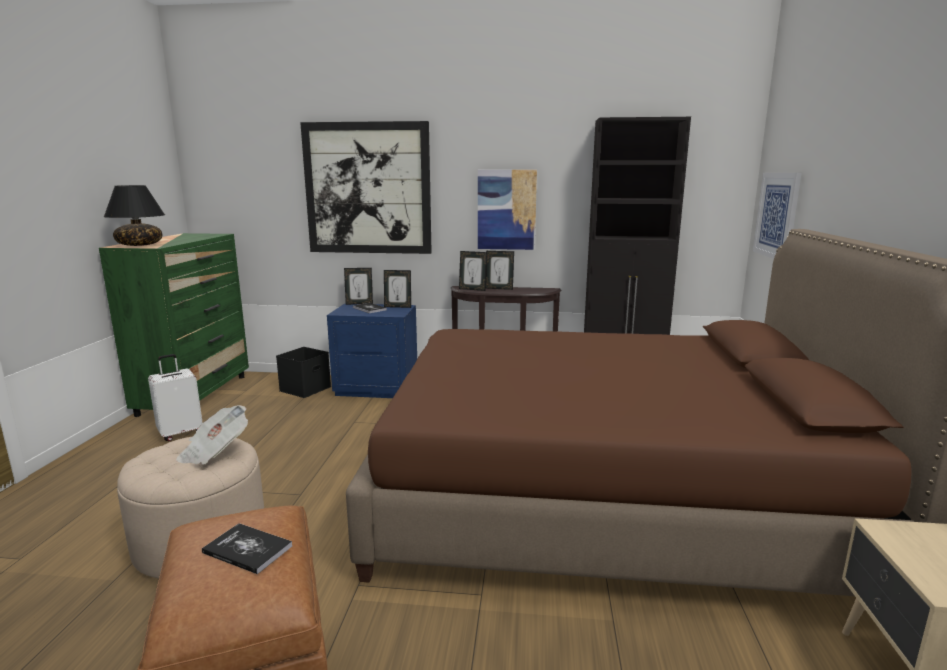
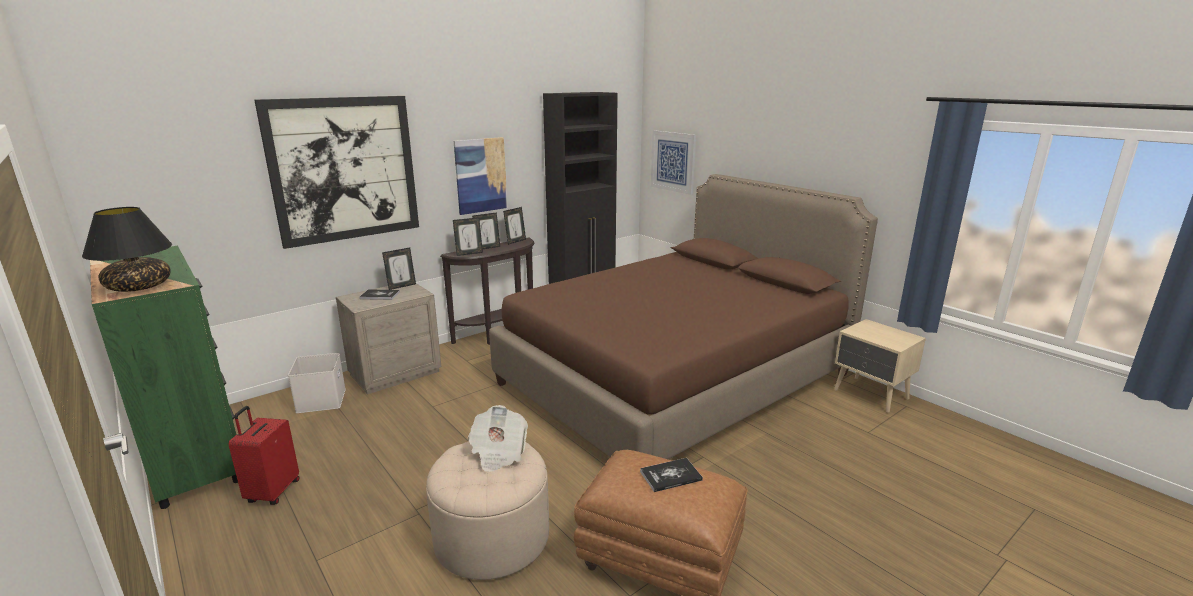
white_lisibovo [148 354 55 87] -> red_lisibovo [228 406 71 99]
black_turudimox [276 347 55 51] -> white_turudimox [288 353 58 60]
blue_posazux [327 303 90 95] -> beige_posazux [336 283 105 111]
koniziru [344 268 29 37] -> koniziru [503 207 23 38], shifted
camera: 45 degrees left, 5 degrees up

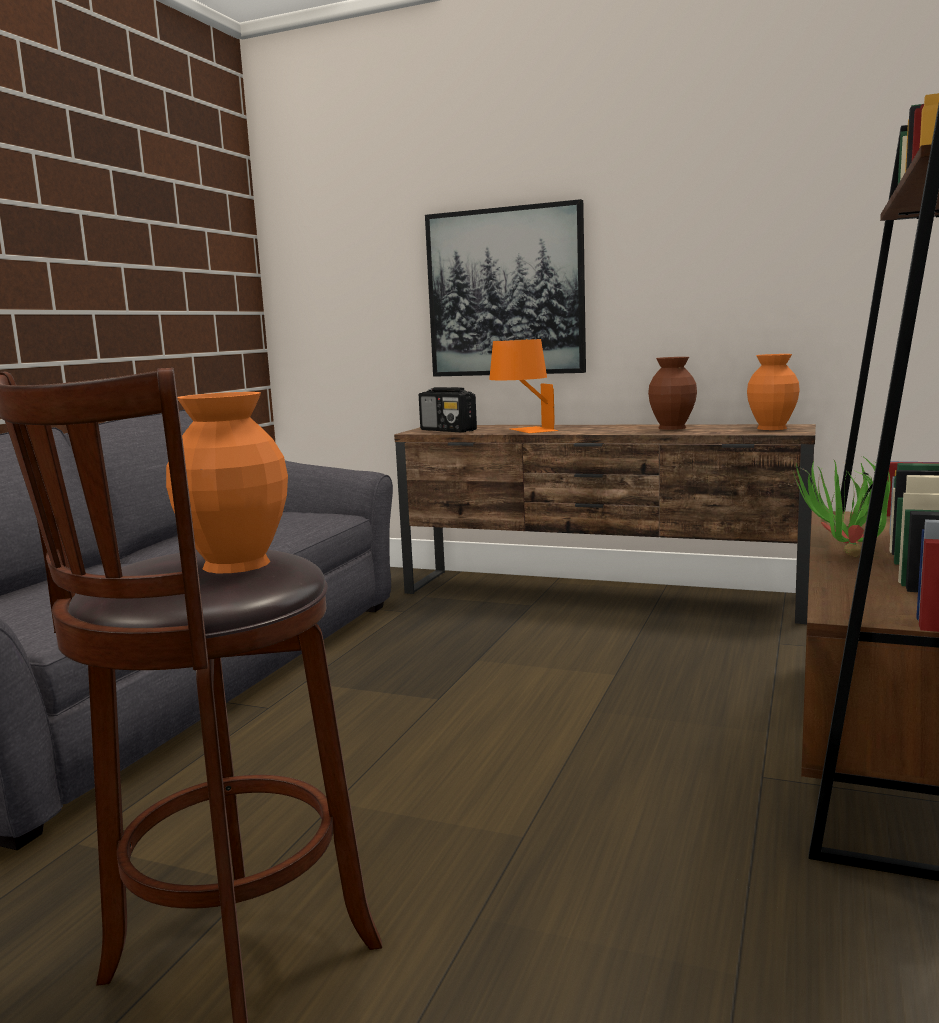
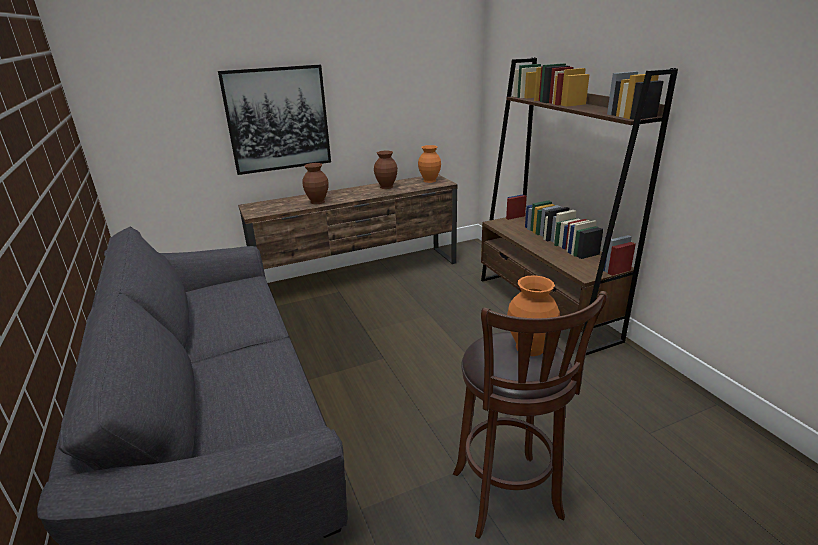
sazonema [419 387 58 46] -> none
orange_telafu [489 339 70 94] -> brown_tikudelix [303 163 26 41]
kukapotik [793 456 97 101] -> none
camera: 45 degrees left, 15 degrees up

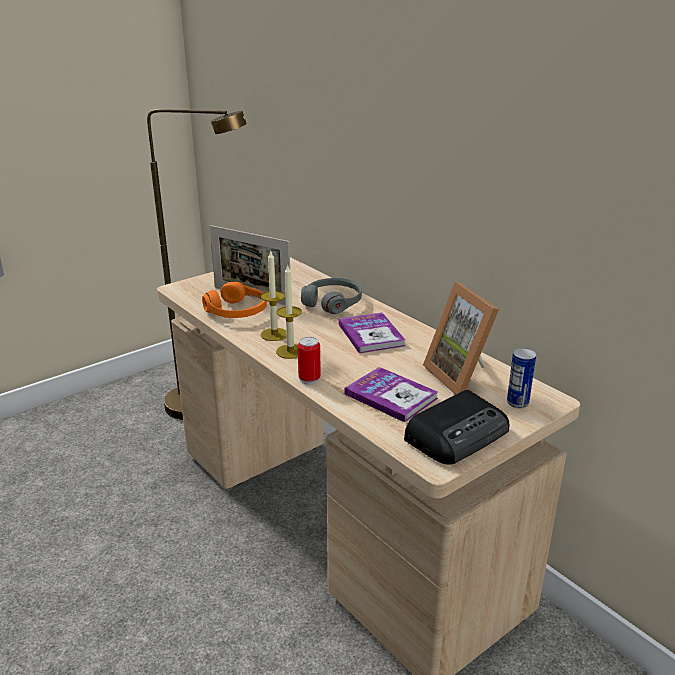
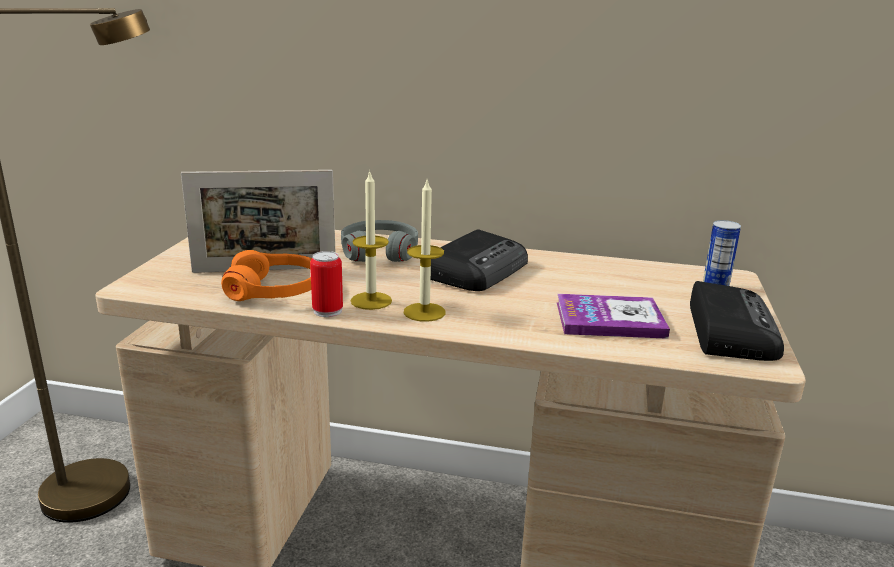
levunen [298 337 23 47] -> levunen [310 251 33 66], shifted
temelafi [338 313 67 40] -> sazonema [431 229 97 62]
koniziru [423 282 76 113] -> none
camera: 40 degrees left, 5 degrees down

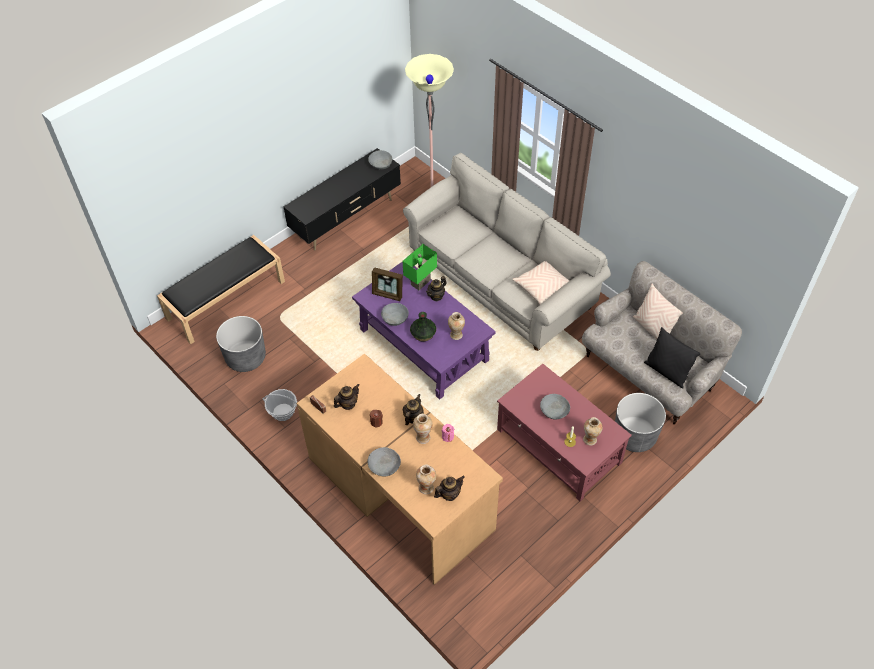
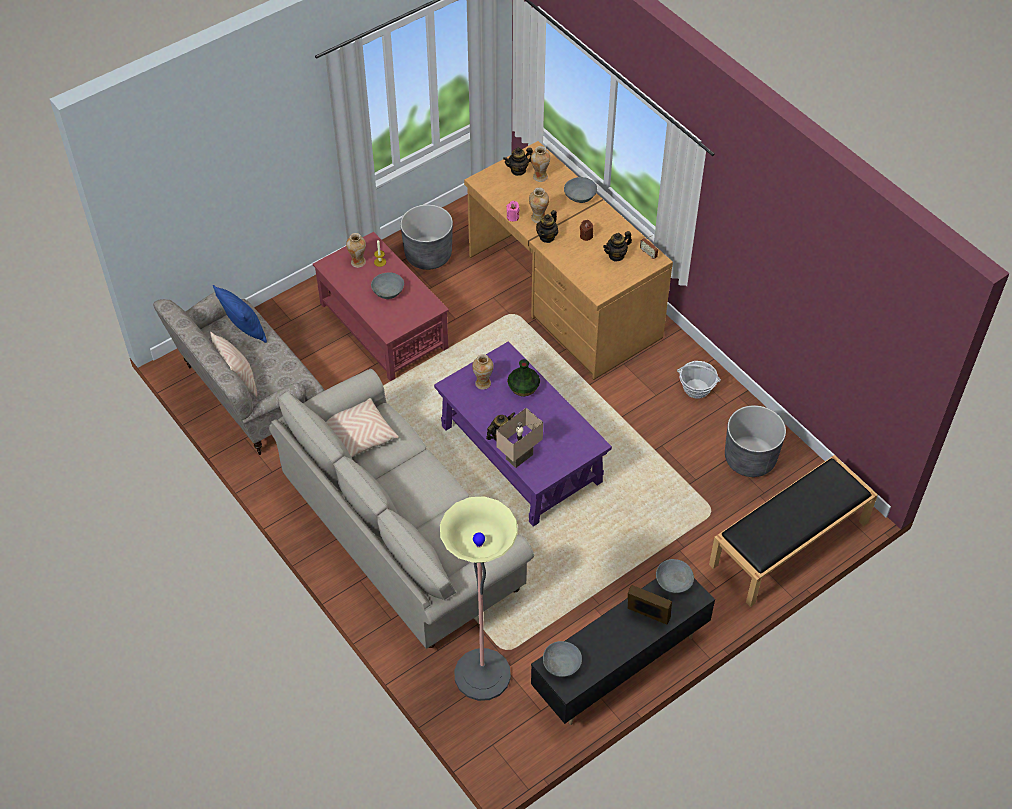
koniziru [372 267 31 34] -> koniziru [628 585 44 40], shifted
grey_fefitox [381 303 28 23] -> grey_fefitox [656 559 38 34], shifted
green_telafu [402 244 35 46] -> beige_telafu [496 408 47 60]
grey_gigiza [615 393 51 59] -> grey_gigiza [400 204 53 66], shifted
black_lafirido [644 327 57 61] -> blue_lafirido [213 285 54 58]
camera: 175 degrees left, 0 degrees up

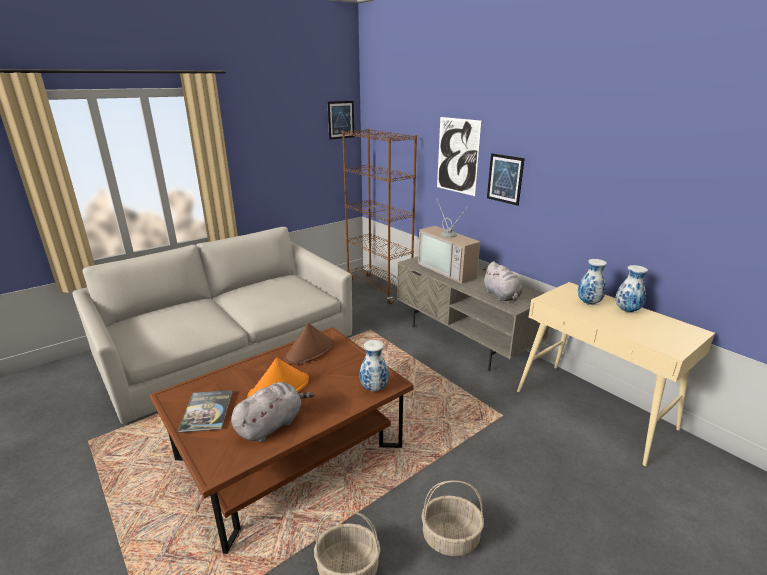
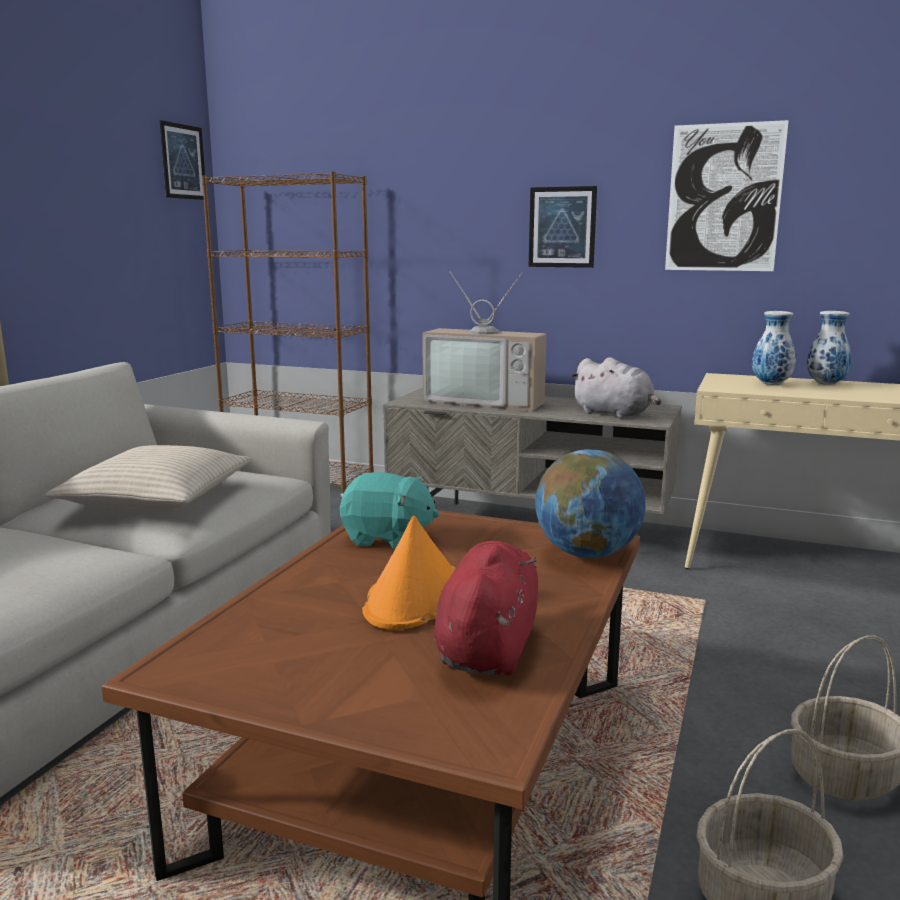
temelafi [178 390 54 43] -> none
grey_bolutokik [231 382 84 60] -> red_bolutokik [434 541 104 134]
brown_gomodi [284 323 50 42] -> turquoise_bolutokik [340 472 99 77]
tikudelix [359 340 30 52] -> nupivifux [535 449 110 109]
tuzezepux [437 117 44 79] -> tuzezepux [665 120 124 151], shifted
none -> beige_lafirido [45 445 206 65]
camera: 30 degrees left, 10 degrees down

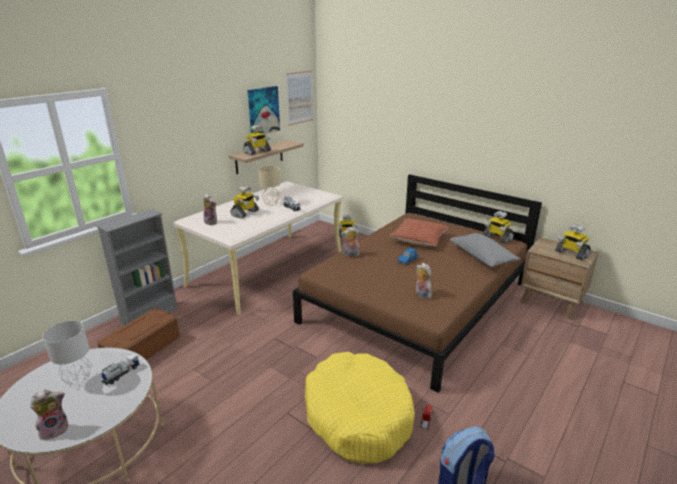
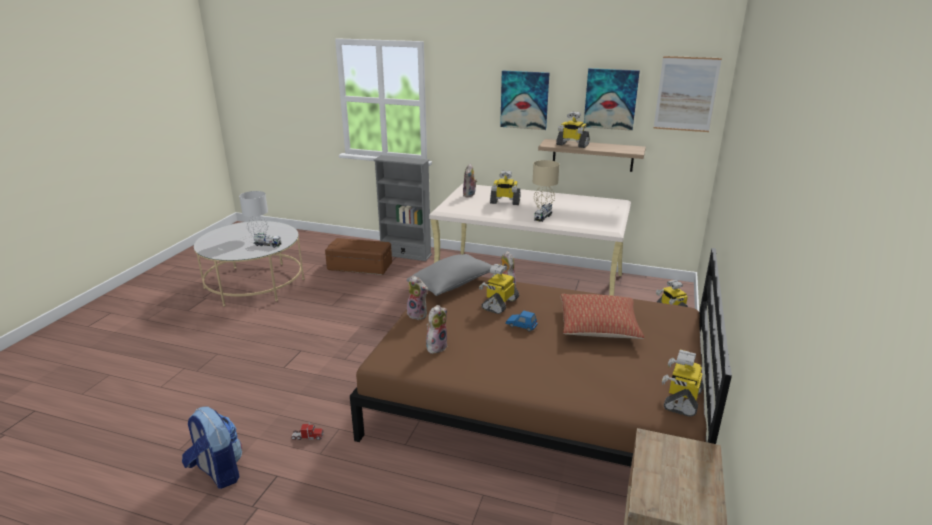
bolutokik [30 390 39 50] -> bolutokik [407 276 21 44], shifted
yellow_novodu [305 352 110 111] -> none
grey_lafirido [449 233 71 35] -> grey_lafirido [406 254 86 42], shifted
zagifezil [555 225 36 36] -> zagifezil [479 264 40 50], shifted
none -> tuzezepux [500 71 49 59]
camera: 70 degrees right, 0 degrees up

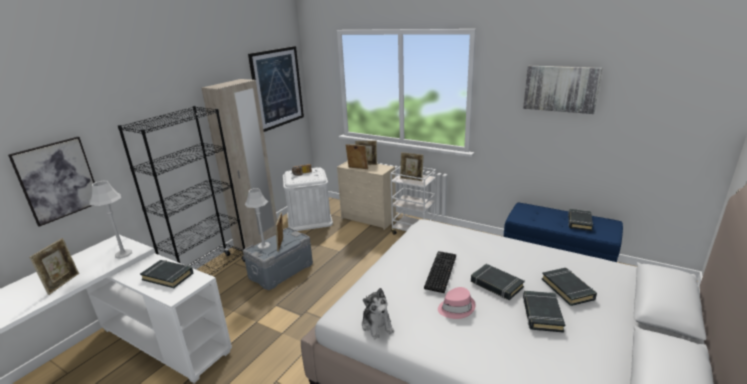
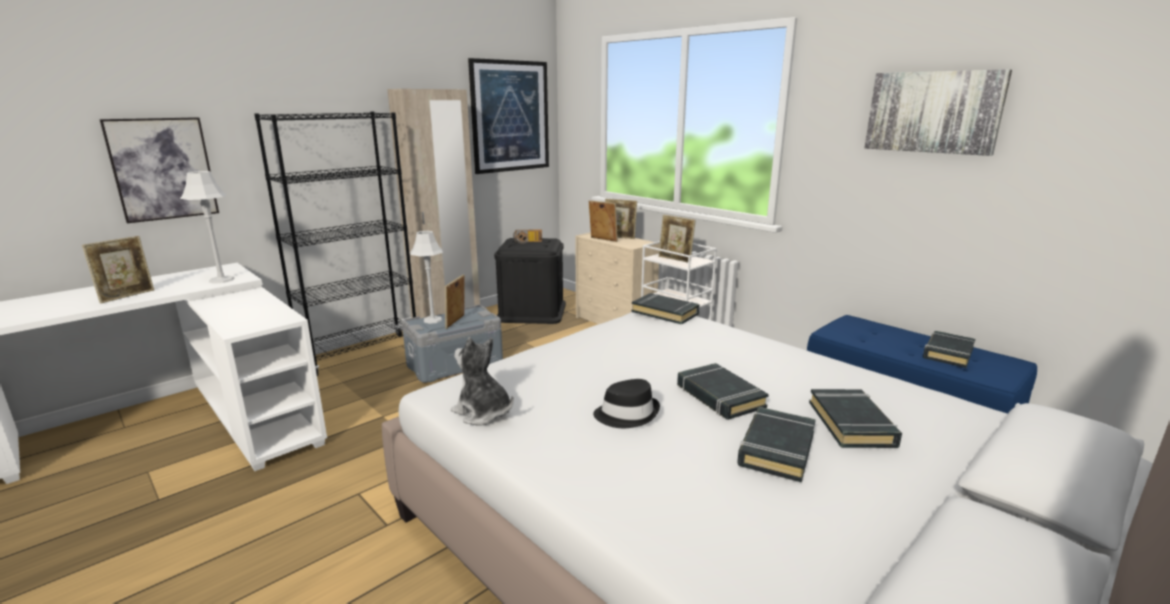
black_temelafi [140 260 53 28] -> black_temelafi [632 293 67 32], shifted
white_turudimox [283 167 50 64] -> black_turudimox [494 238 72 86]
bolutokik [362 288 32 51] -> bolutokik [451 337 63 89], 135 degrees clockwise
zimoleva [424 251 32 42] -> none
pink_gomodi [438 287 38 32] -> black_gomodi [593 379 67 49]
camera: 15 degrees right, 5 degrees down

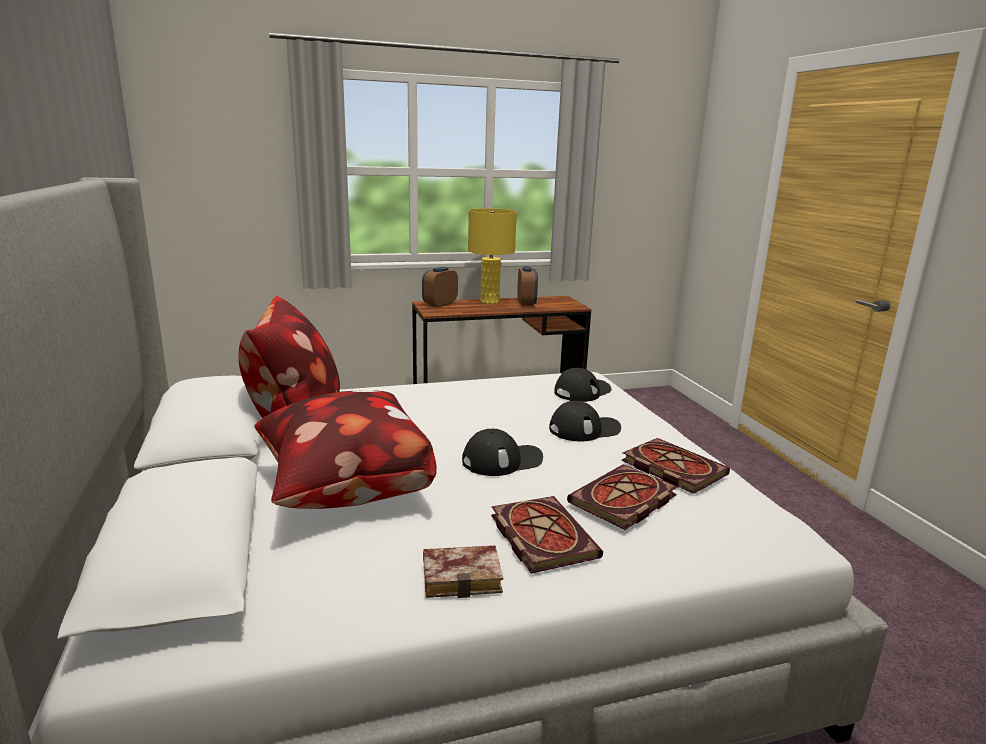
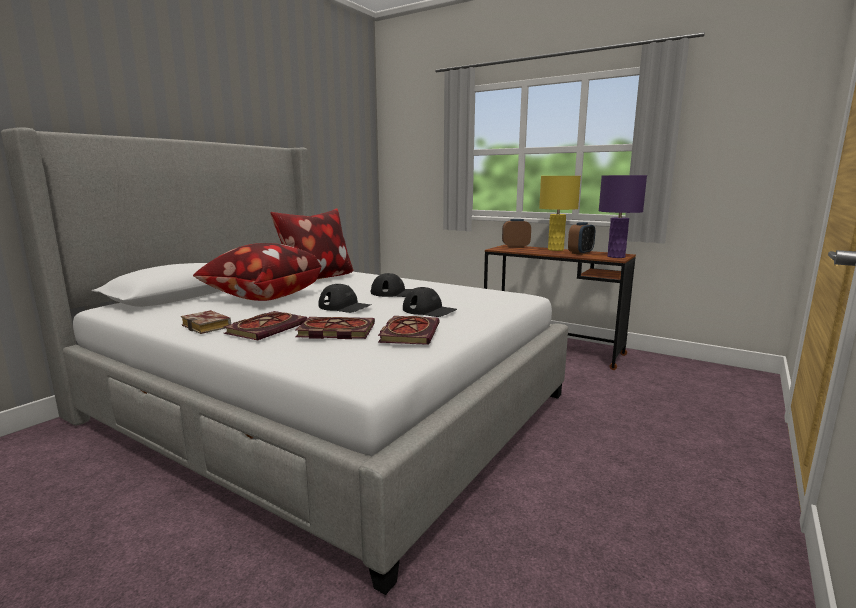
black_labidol [554 368 58 34] -> black_labidol [371 273 41 24], shifted
none -> purple_telafu [599 175 48 83]
camera: 50 degrees right, 5 degrees down

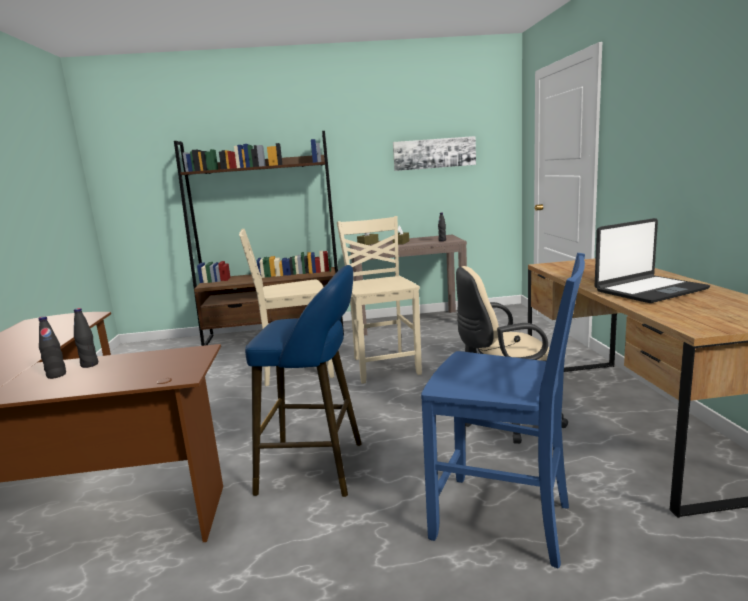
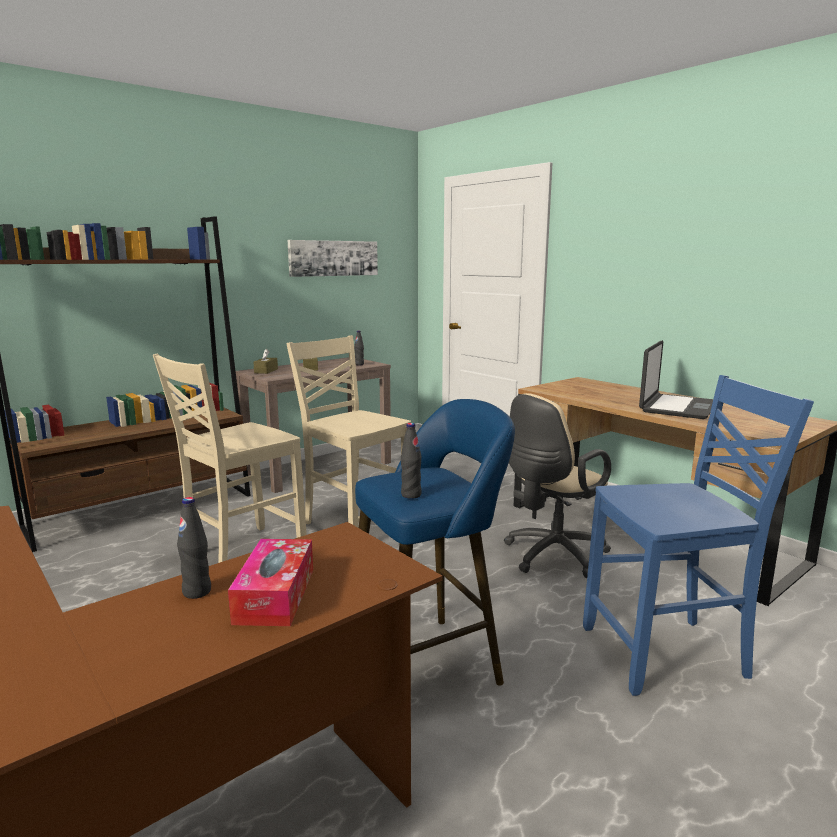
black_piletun [38 316 28 63] -> black_piletun [401 423 21 76], shifted
none -> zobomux [228 539 85 87]
camera: 35 degrees left, 0 degrees up

